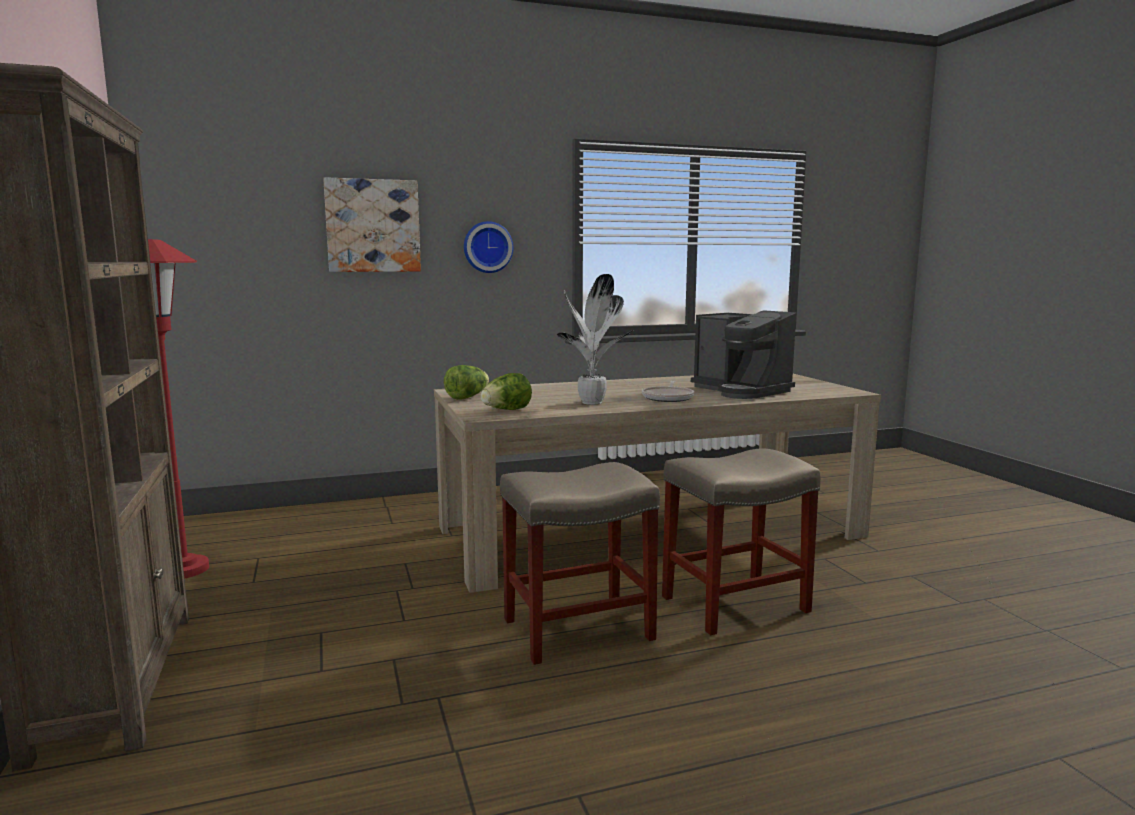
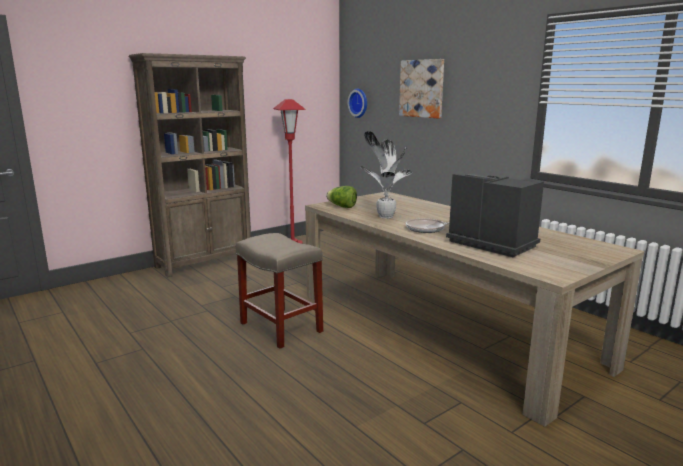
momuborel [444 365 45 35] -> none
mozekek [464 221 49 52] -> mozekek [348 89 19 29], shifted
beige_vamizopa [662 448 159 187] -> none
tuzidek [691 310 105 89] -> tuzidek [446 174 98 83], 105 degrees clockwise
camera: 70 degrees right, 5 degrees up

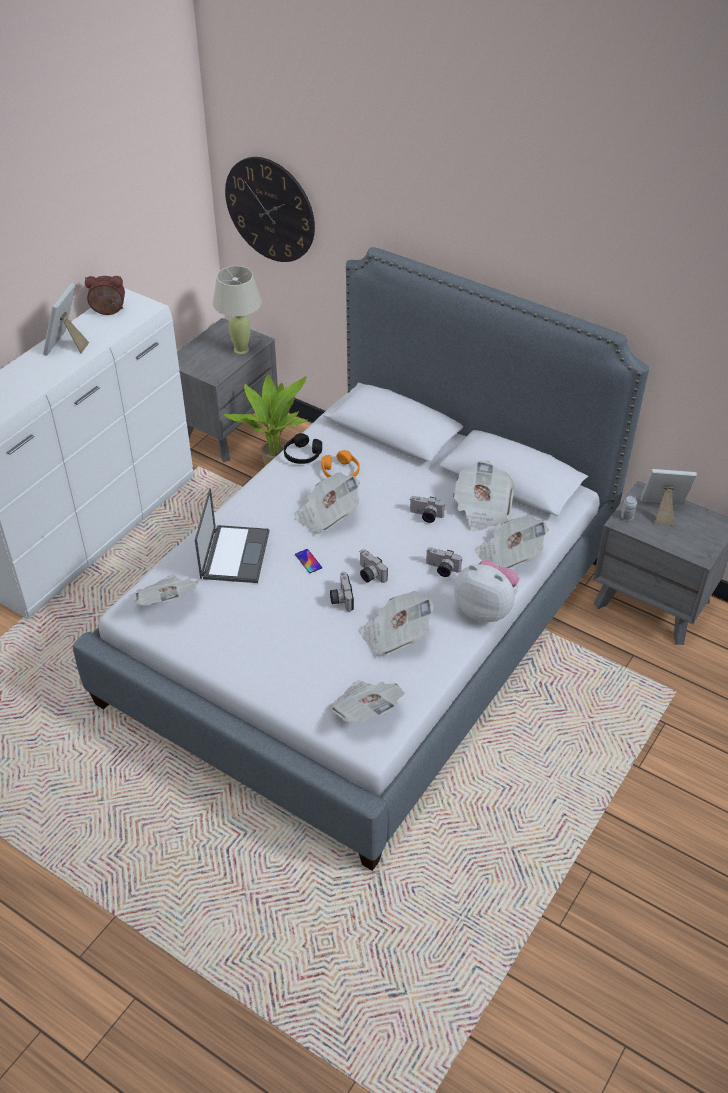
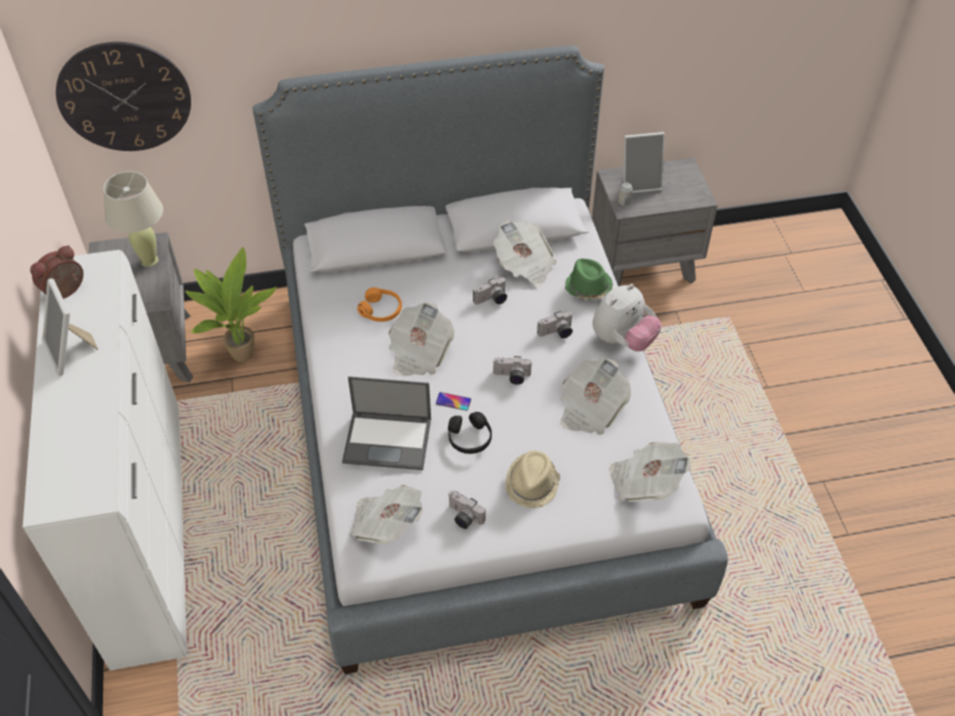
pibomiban [195 488 74 95] -> pibomiban [342 376 89 94], 135 degrees clockwise
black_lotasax [284 433 38 31] -> black_lotasax [448 412 44 42], shifted
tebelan [330 572 24 39] -> tebelan [449 490 37 39], shifted
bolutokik [454 560 65 62] -> bolutokik [592 284 69 68], 150 degrees clockwise
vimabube [475 515 74 53] -> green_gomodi [565 259 48 41]
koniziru [640 469 57 56] -> koniziru [623 132 42 61], 150 degrees counterclockwise
none -> beige_gomodi [505 451 55 57]
camera: 45 degrees left, 5 degrees up

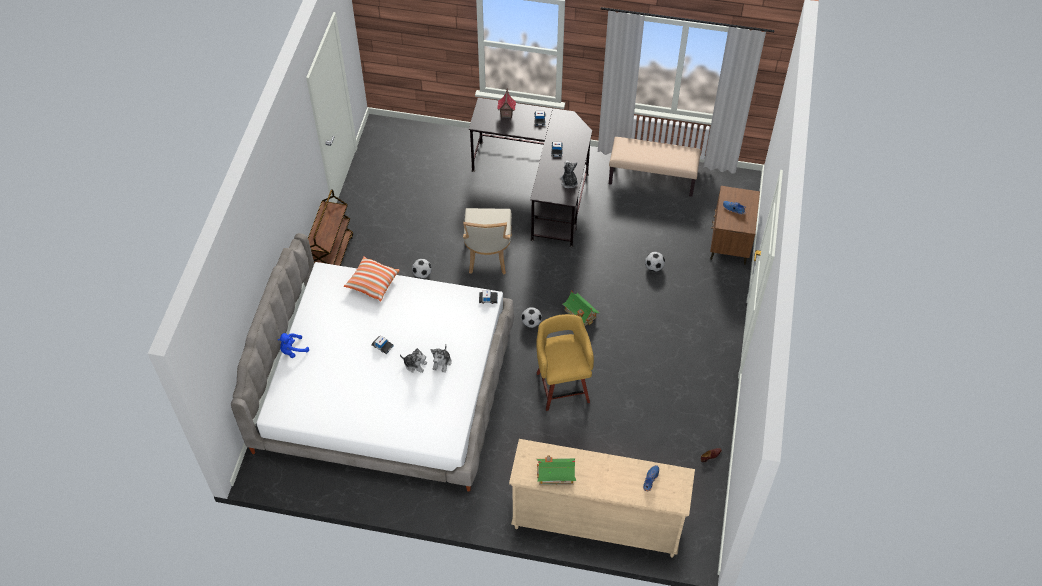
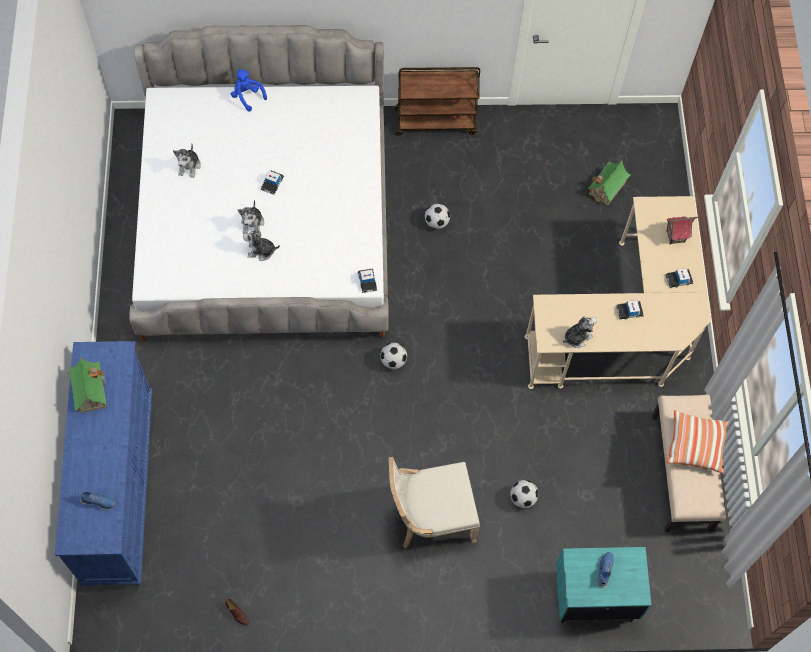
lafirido [344 256 56 46] -> lafirido [666 410 63 63], shifted
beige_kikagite [463 208 49 66] -> beige_kikagite [389 457 91 91], shifted
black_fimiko [469 98 123 149] -> beige_fimiko [525 196 186 193]
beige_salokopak [509 439 186 119] -> blue_salokopak [55 341 97 245]
yellow_vamizopa [536 314 58 97] -> none
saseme [563 290 36 36] -> saseme [588 160 43 45], shifted
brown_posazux [710 186 50 79] -> turquoise_posazux [556 547 96 76]
none -> bolutokik [173 144 28 34]
camera: 75 degrees right, 10 degrees up

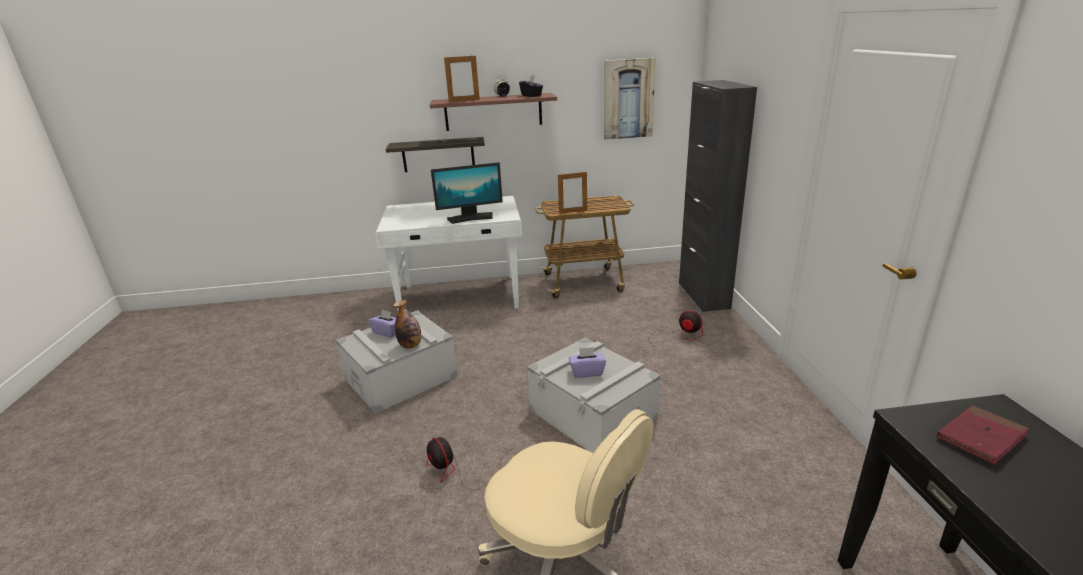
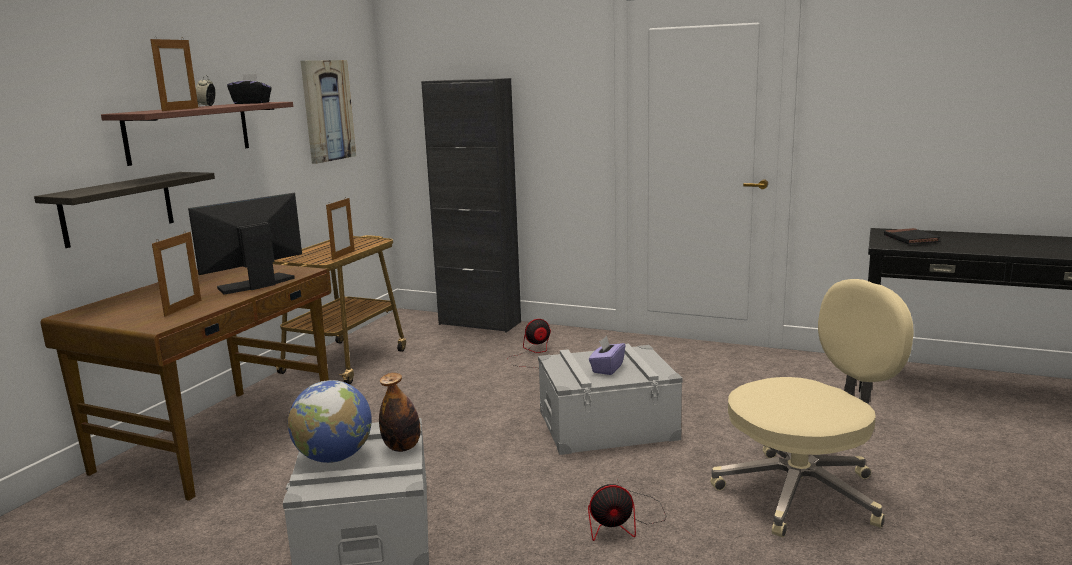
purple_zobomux [368 310 28 28] -> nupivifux [288 380 84 83]
white_fimiko [375 196 147 114] -> brown_fimiko [40 264 291 237]
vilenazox [431 162 72 62] -> vilenazox [188 193 114 102], 150 degrees counterclockwise
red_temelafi [936 405 93 60] -> black_temelafi [884 228 56 16]
none -> koniziru [152 231 49 86]
camera: 60 degrees left, 10 degrees down

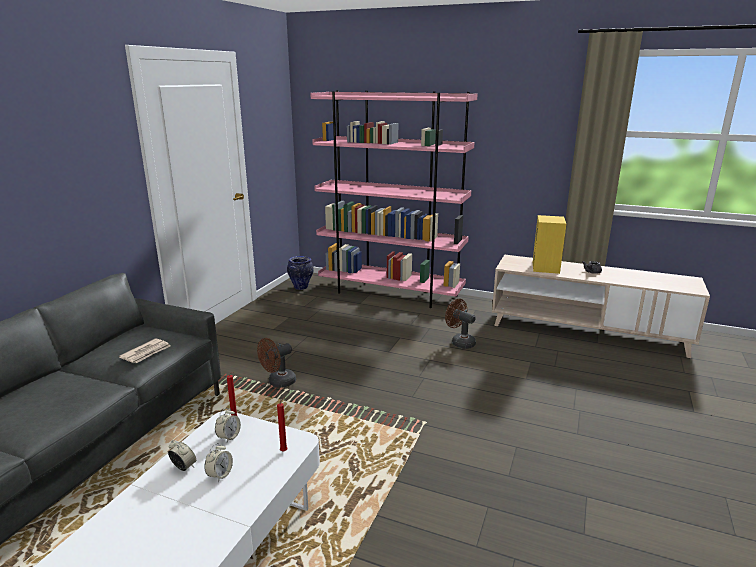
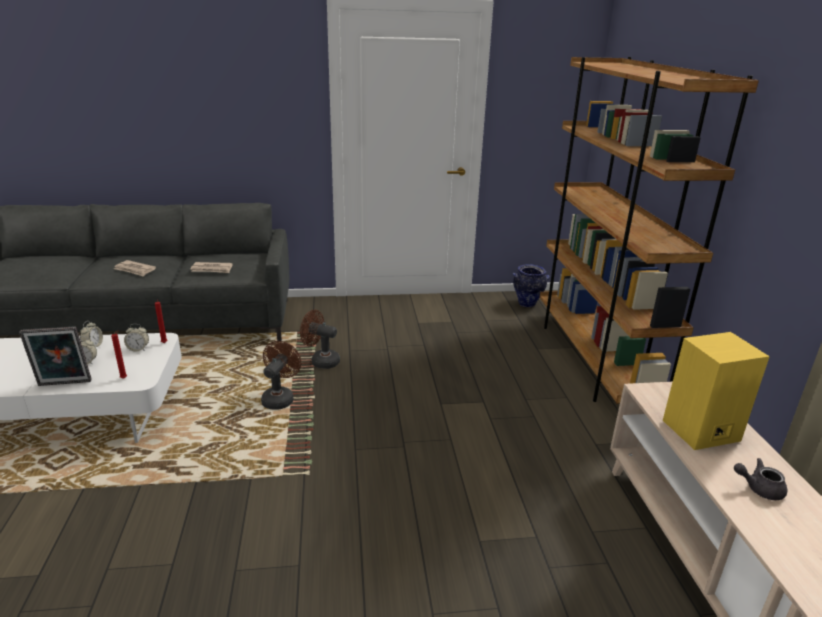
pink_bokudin [310 90 168 218] -> brown_bokudin [540 57 219 347]
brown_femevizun [445 299 31 50] -> brown_femevizun [261 341 40 69], shifted
none -> koniziru [19 326 73 60]
none -> vimabube [114 260 42 17]
camera: 60 degrees right, 5 degrees up

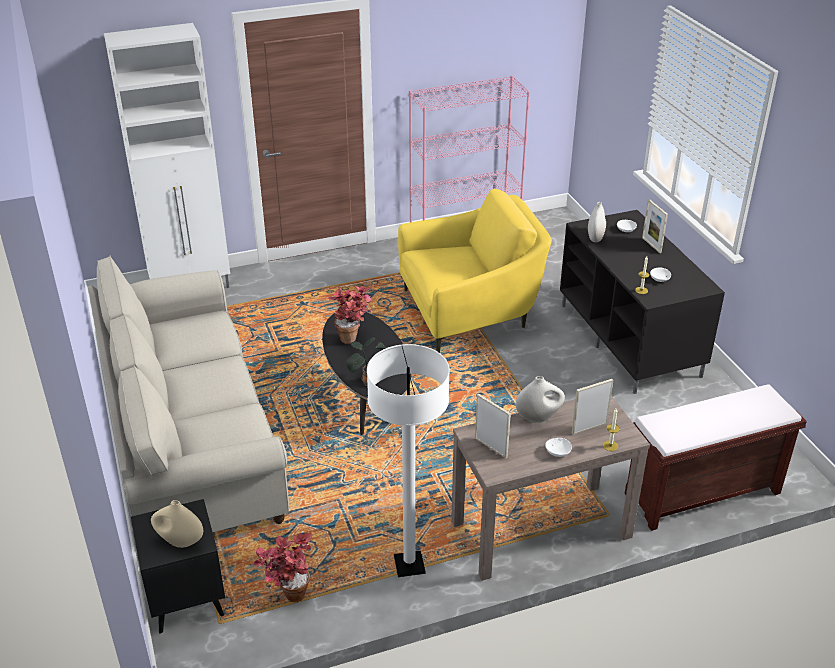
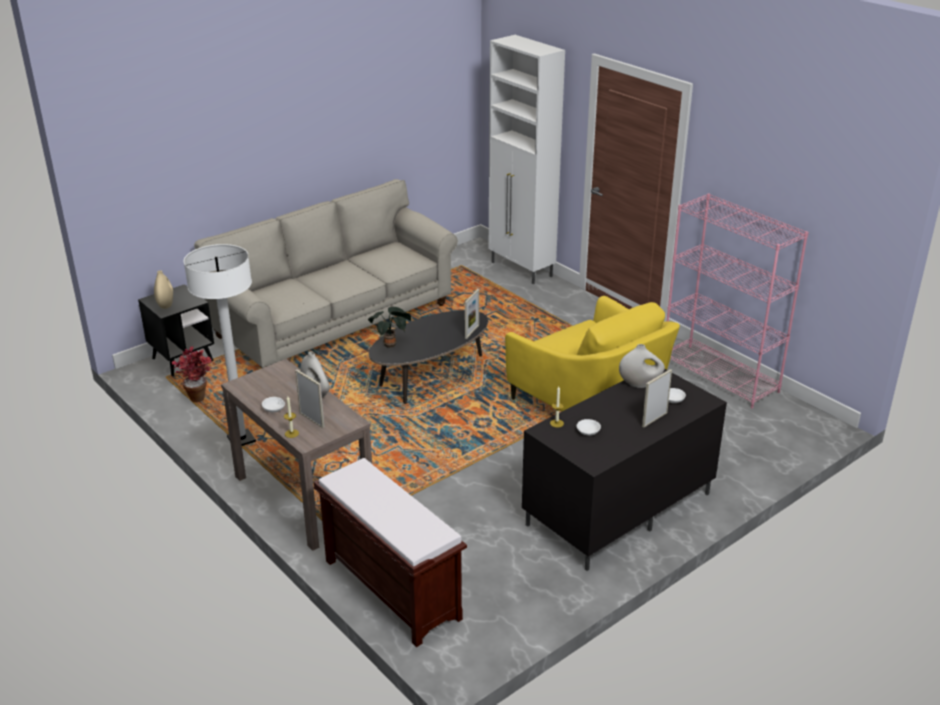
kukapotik [328 286 43 58] -> none
koniziru [475 394 36 64] -> koniziru [465 289 14 50], shifted
camera: 70 degrees right, 5 degrees down

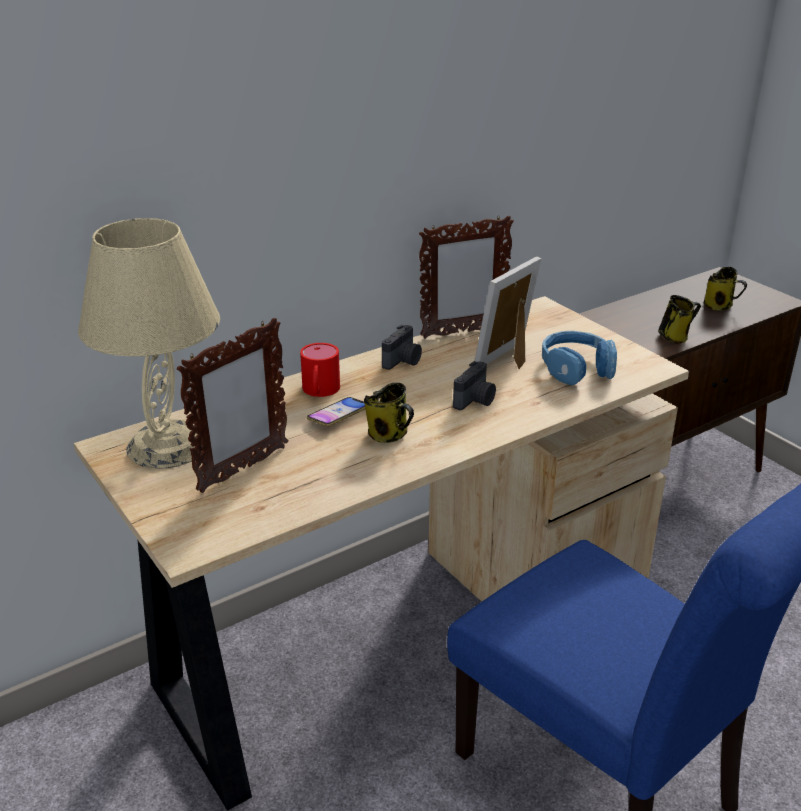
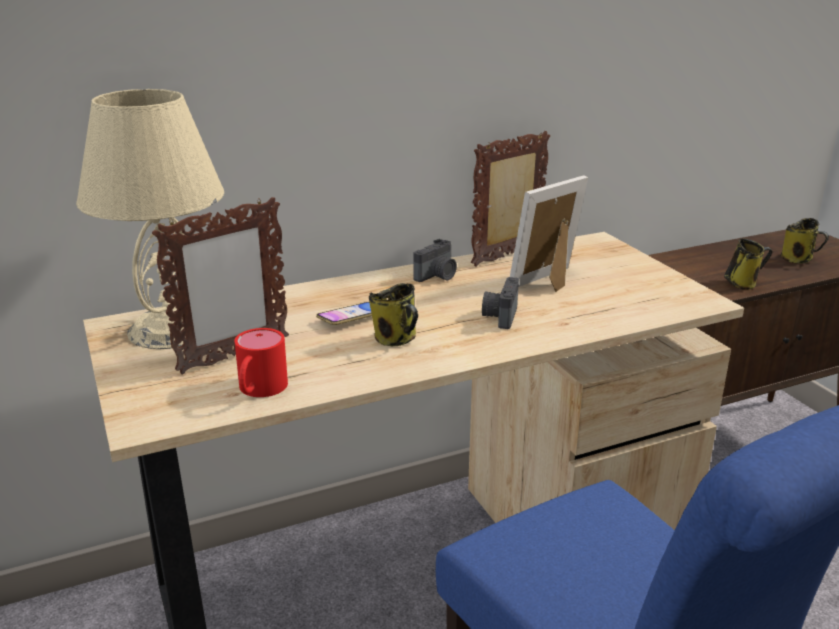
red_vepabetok [300 343 40 54] -> red_vepabetok [235 328 53 69], shifted
koniziru [419 216 95 123] -> koniziru [471 131 79 136], 150 degrees clockwise
tebelan [453 361 43 49] -> tebelan [482 277 37 52], 150 degrees clockwise
blue_lotasax [542 331 75 54] -> none
camera: 10 degrees right, 5 degrees down

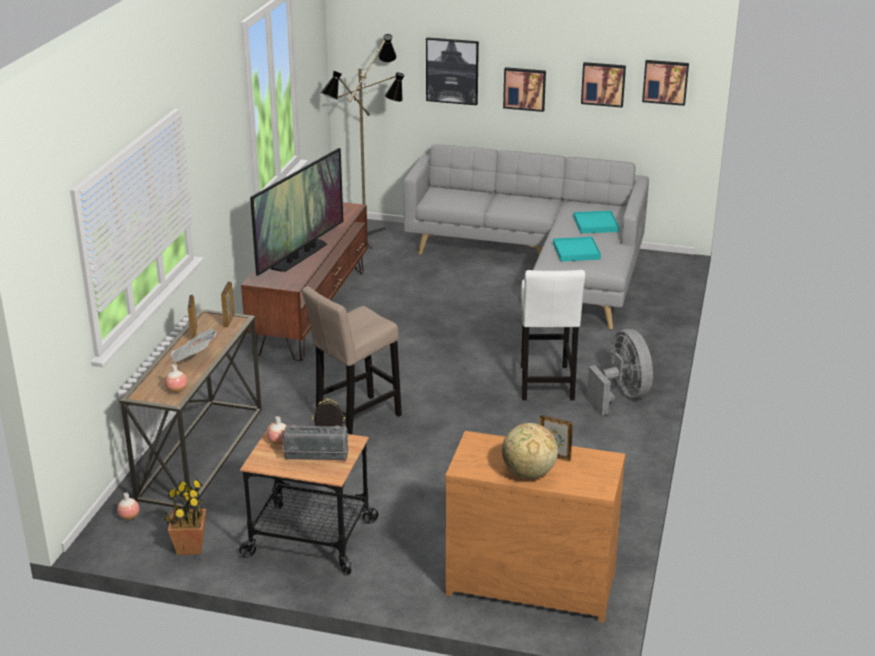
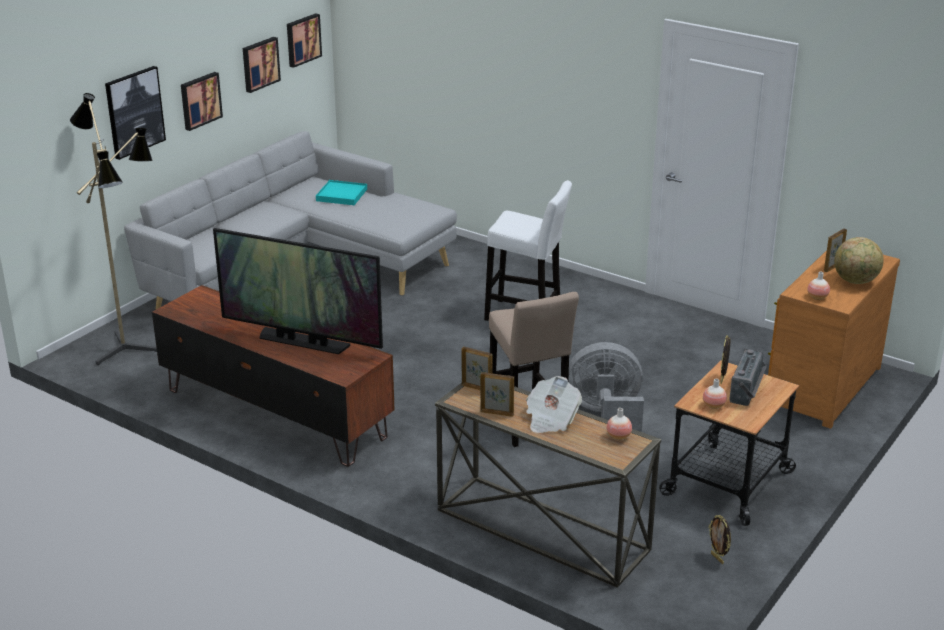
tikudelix [117 492 22 28] -> tikudelix [807 272 23 28], shifted
kukapotik [165 479 41 76] -> koniziru [709 515 22 49]
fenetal [250 148 93 128] -> fenetal [213 228 170 126], 150 degrees clockwise
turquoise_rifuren [553 237 48 25] -> none
grey_femevizun [587 329 66 86] -> grey_femevizun [569 342 75 90], shifted
camera: 70 degrees left, 0 degrees up

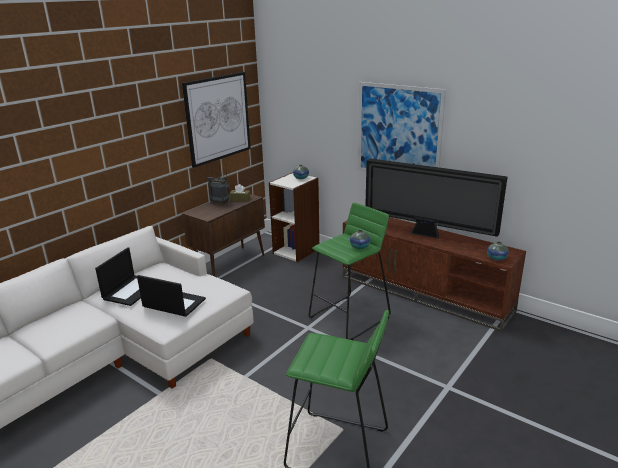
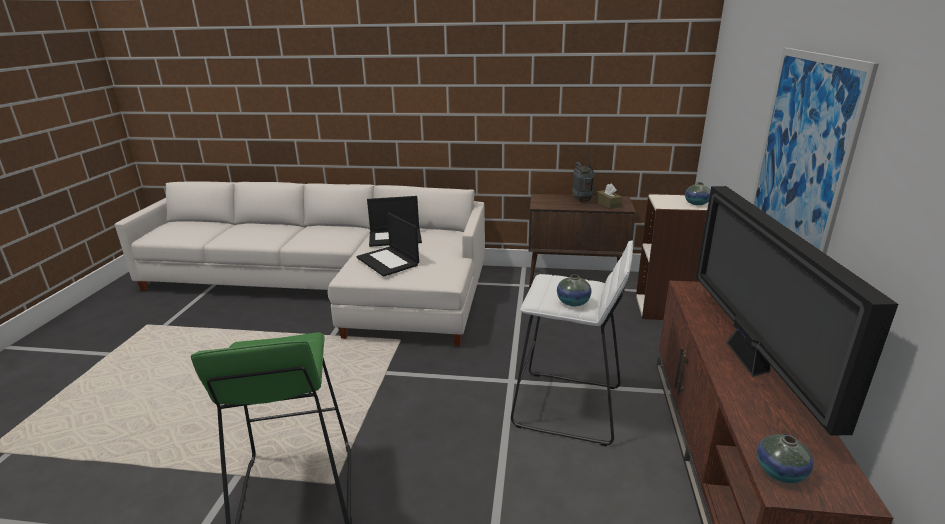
pibomiban [137 275 69 42] -> pibomiban [357 212 62 65], 150 degrees clockwise
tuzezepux [182 72 69 96] -> none
green_vamizopa [308 203 83 137] -> white_vamizopa [511 240 122 207]
camera: 60 degrees right, 0 degrees up

